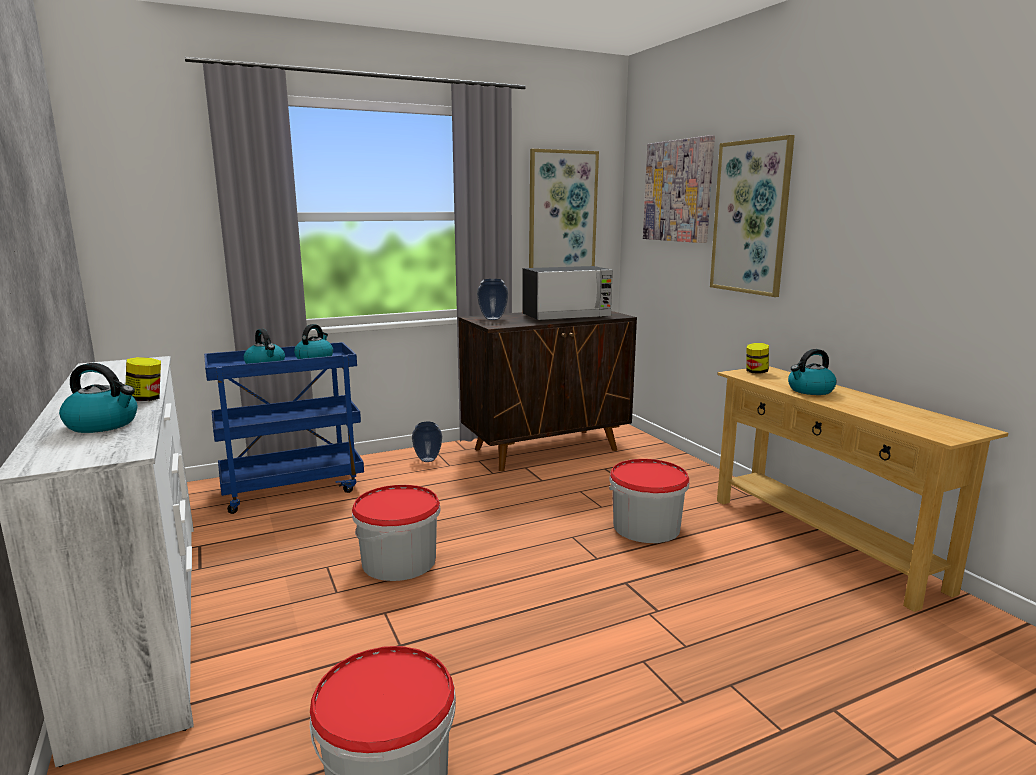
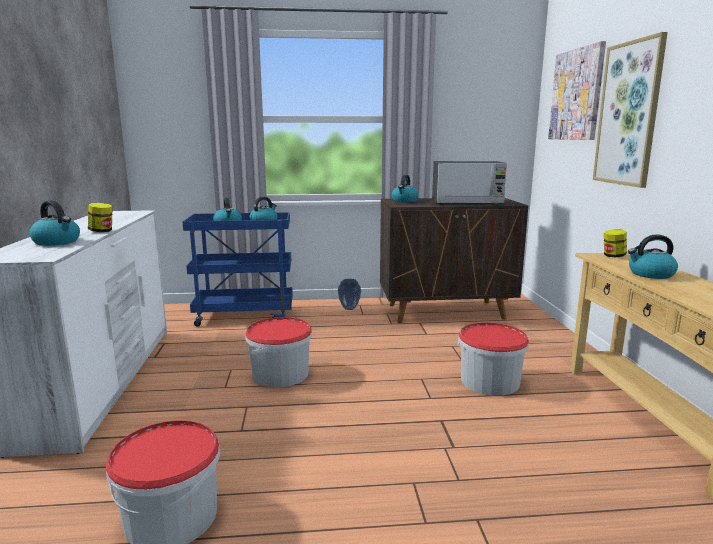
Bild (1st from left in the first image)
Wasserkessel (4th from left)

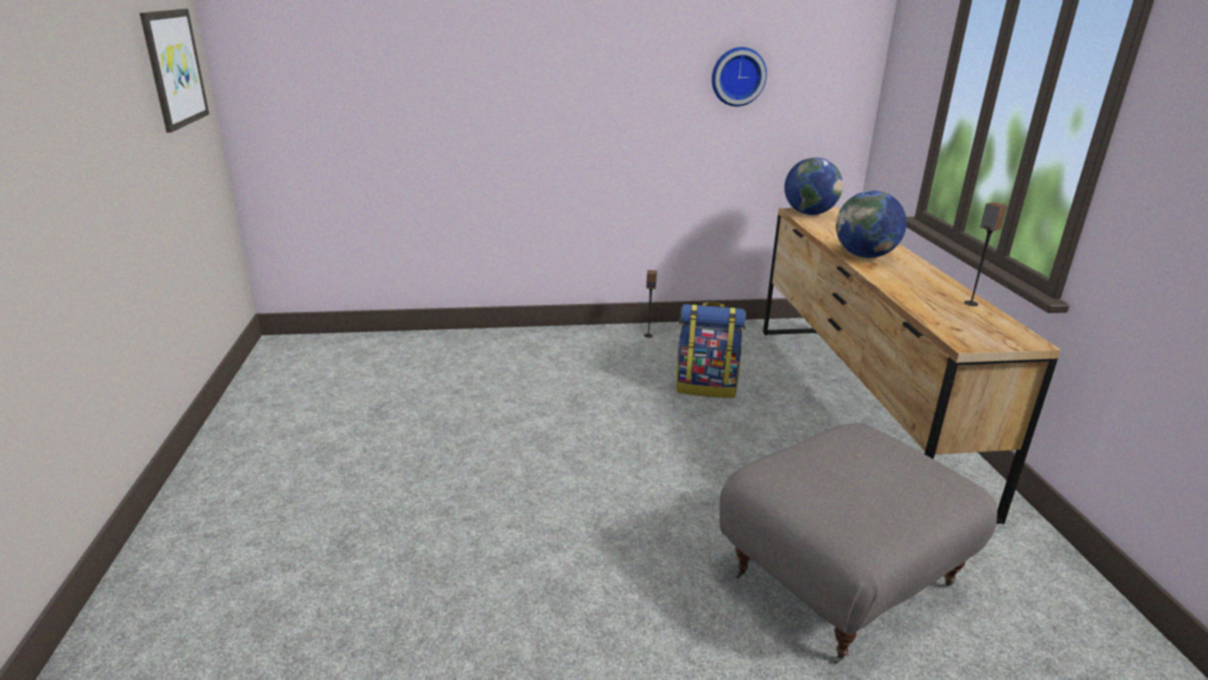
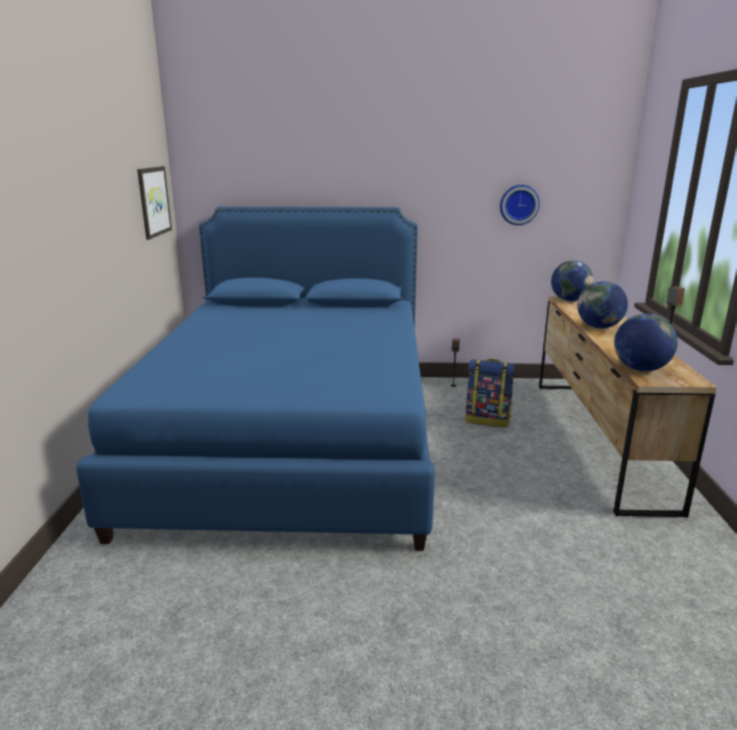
Polsterhocker/grau
Bett/blau
Globus (3rd from left)

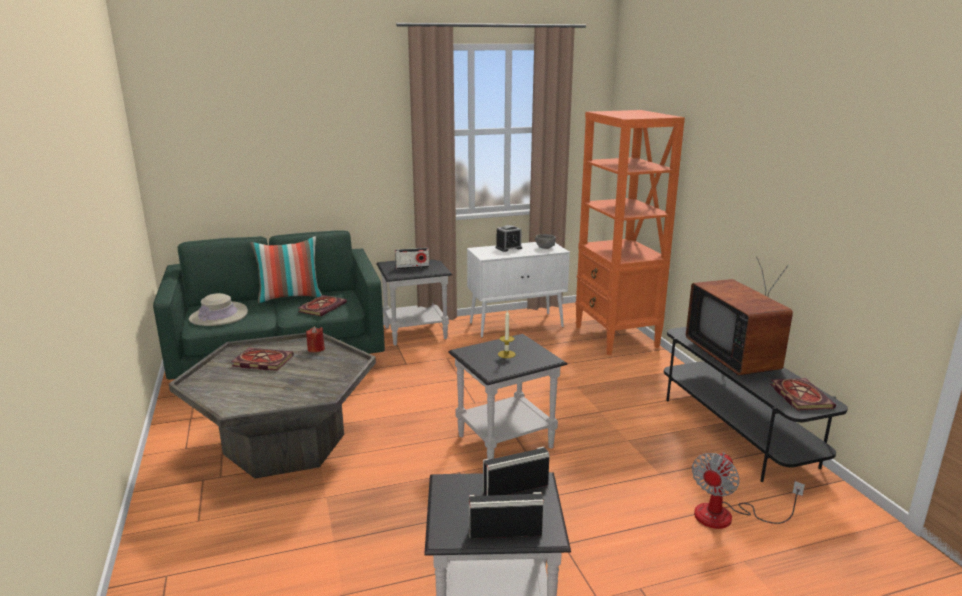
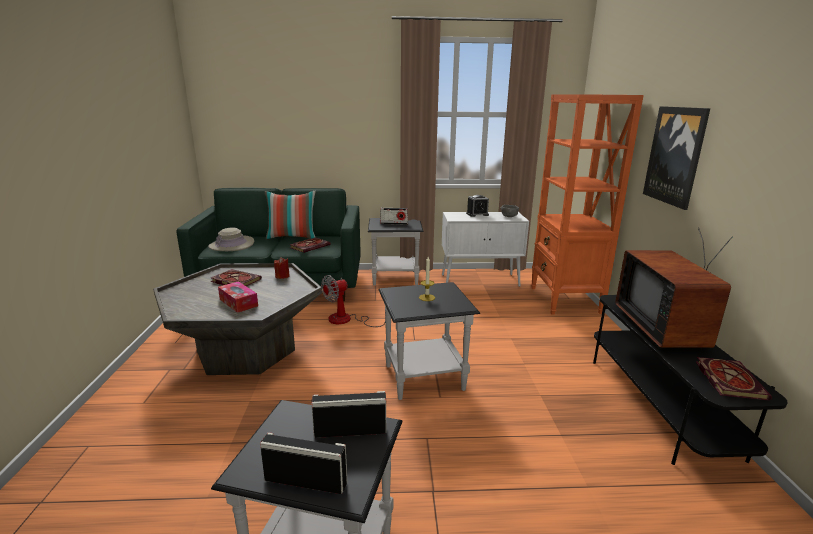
Taschentuchbox
Bild
Ventilator

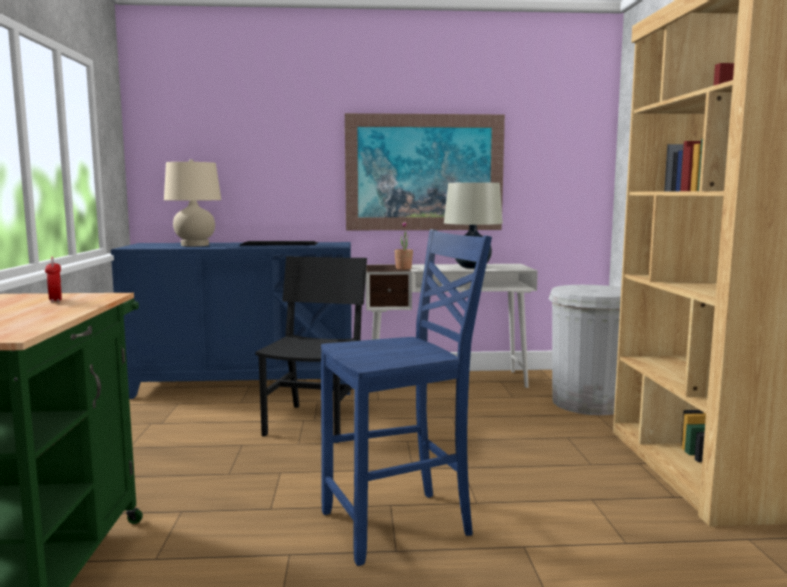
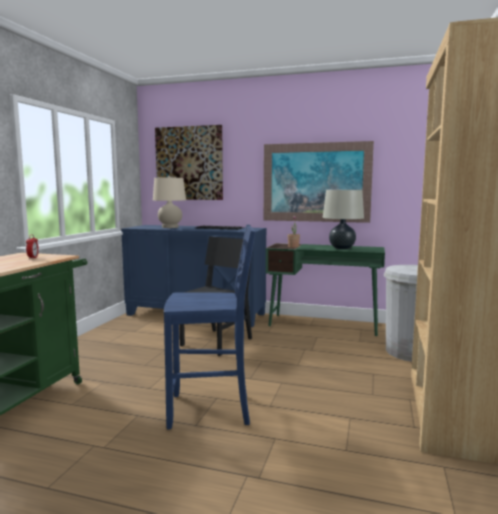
Bild (1st from left)
Schreibtisch/grün

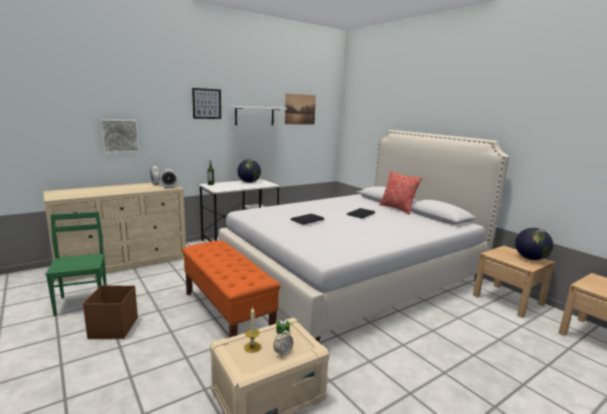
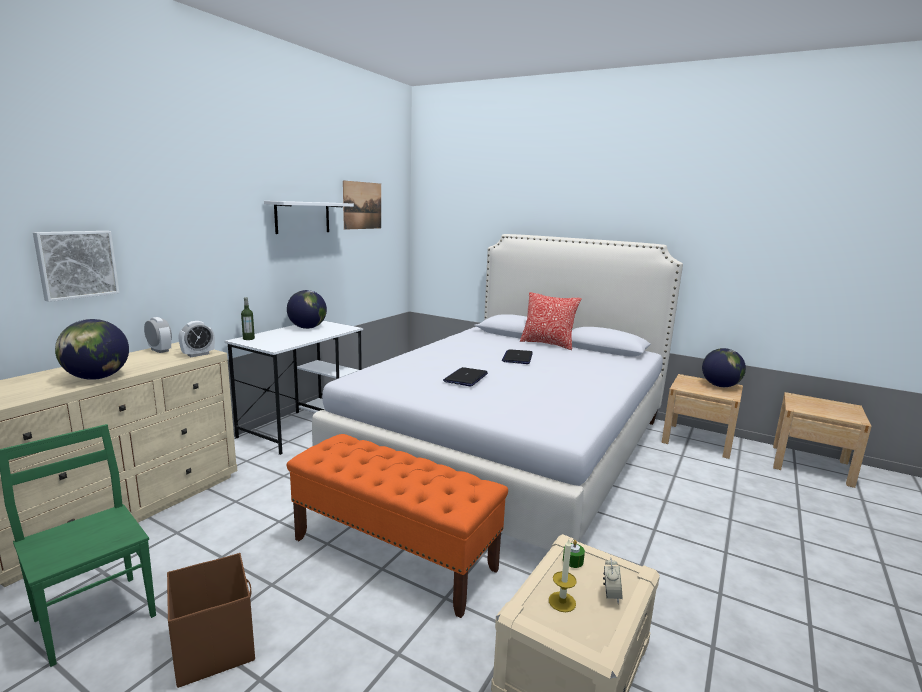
Bild (2nd from left in the first image)
Globus (1st from left)

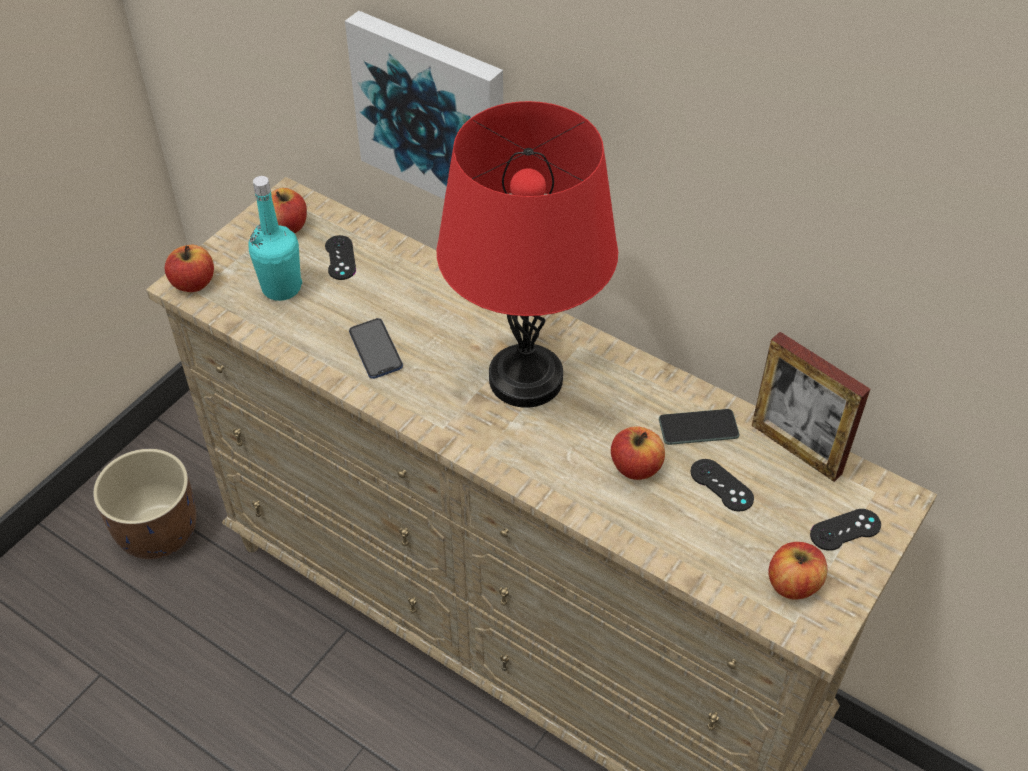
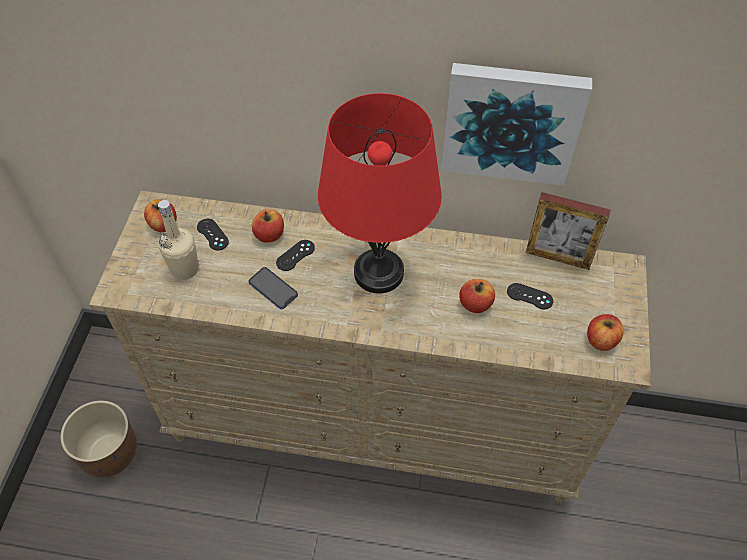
Handy (2nd from left in the first image)
Apfel (2nd from left)
Bild
Gamepad/schwarz (2nd from left)
Flasche/beige

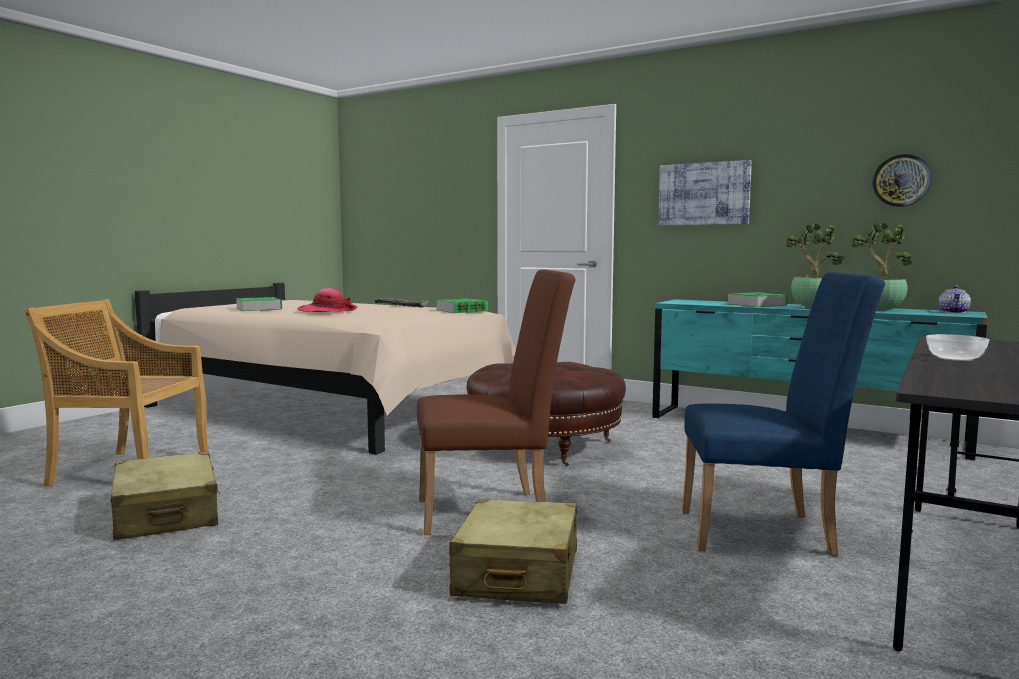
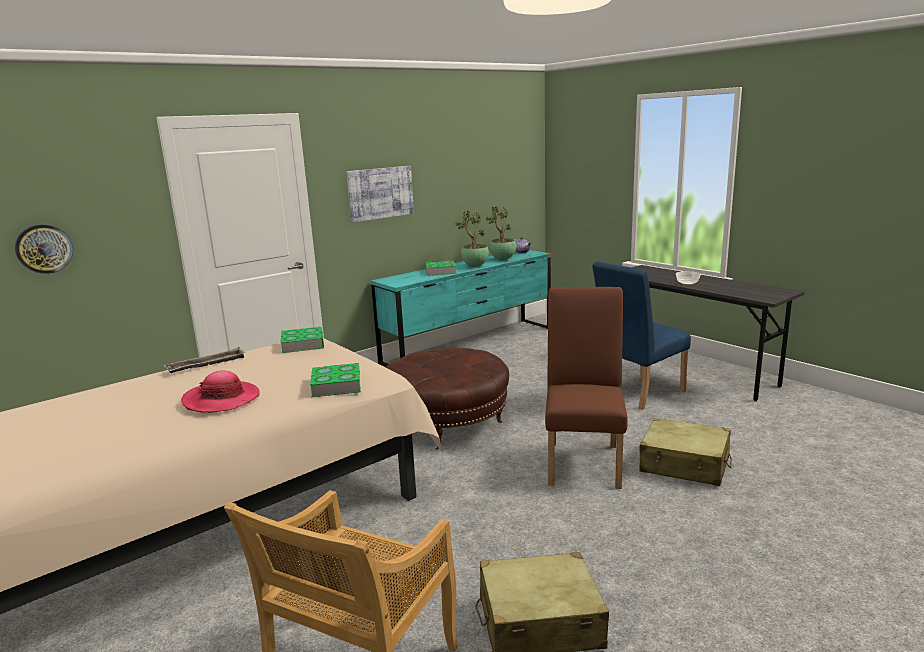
Buch (2nd from left)
Wanduhr
Stuhl/blau

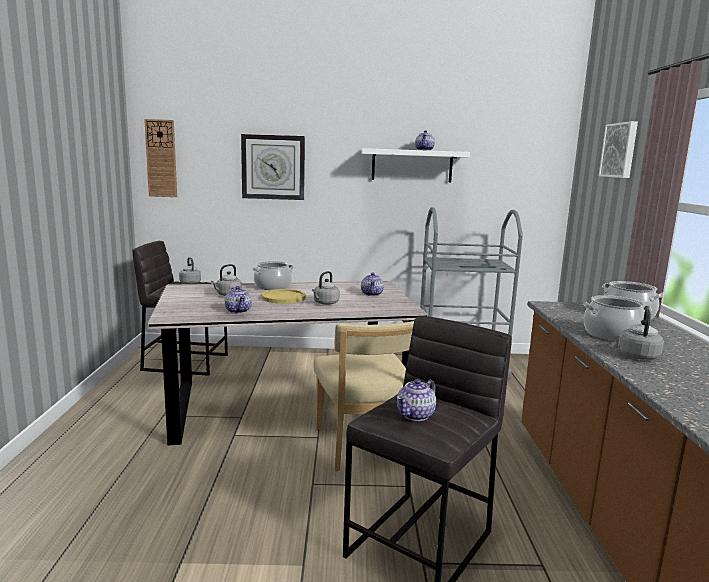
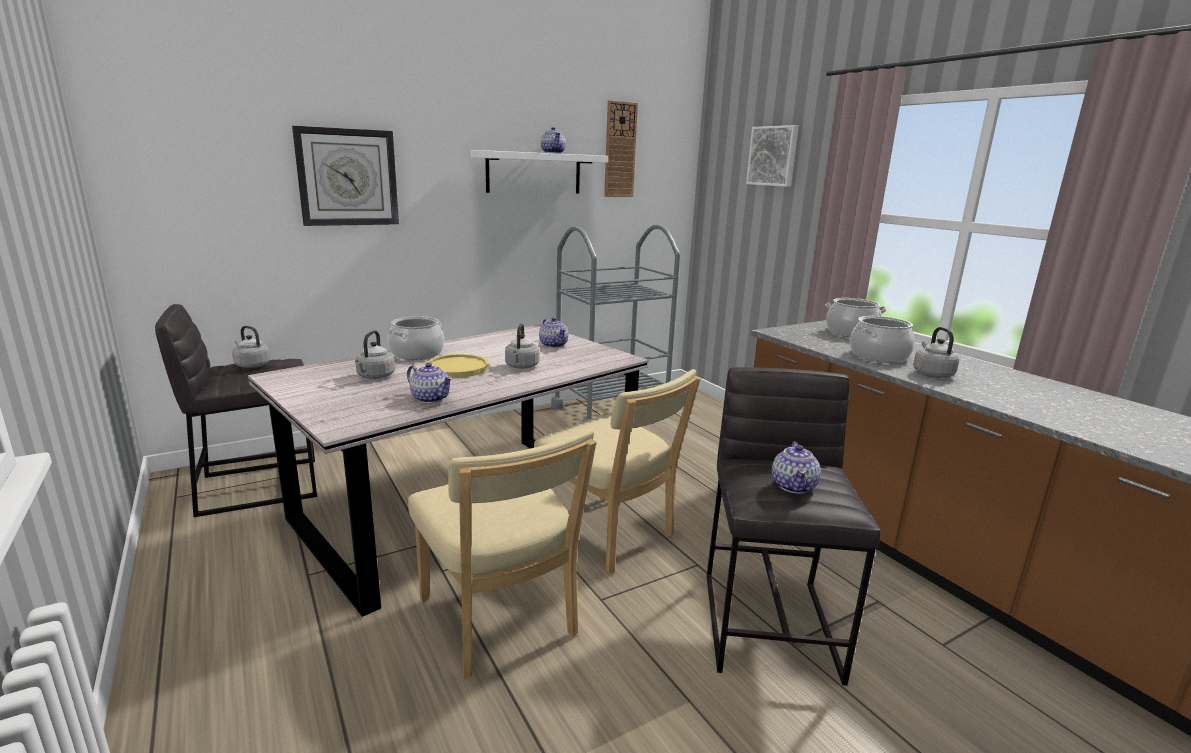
Stuhl/beige (1st from left)
Wanduhr (2nd from left)

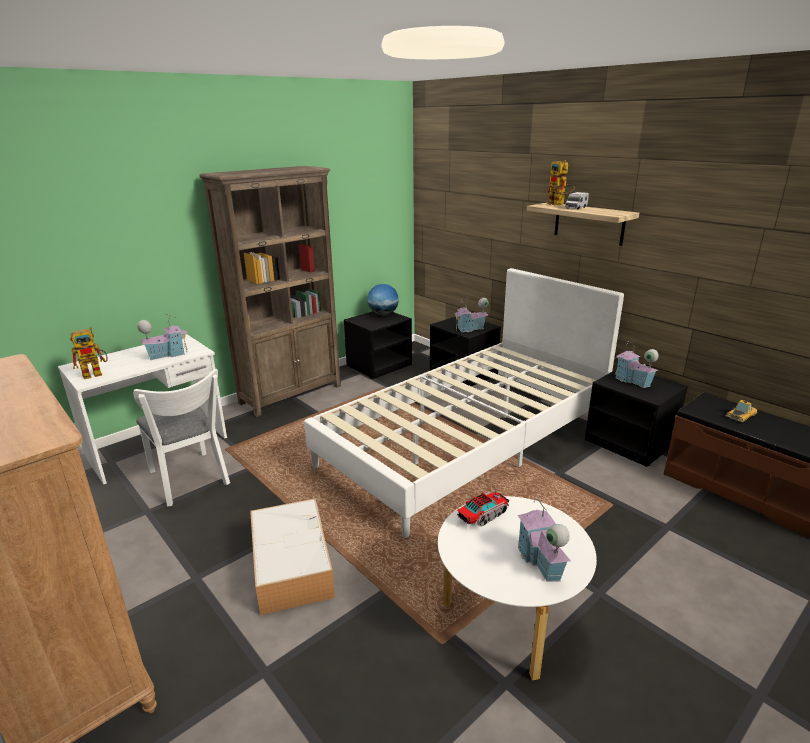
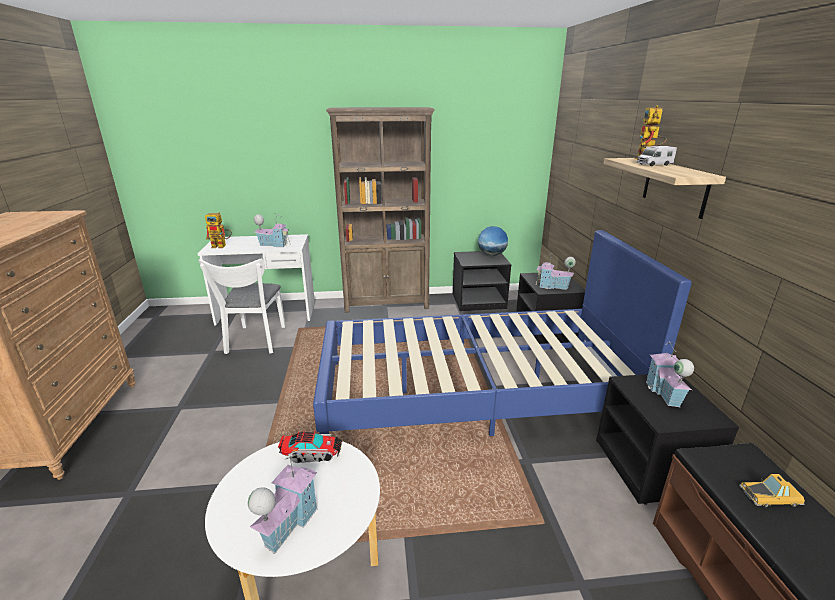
Aufbewahrungsbox
Bett/blau

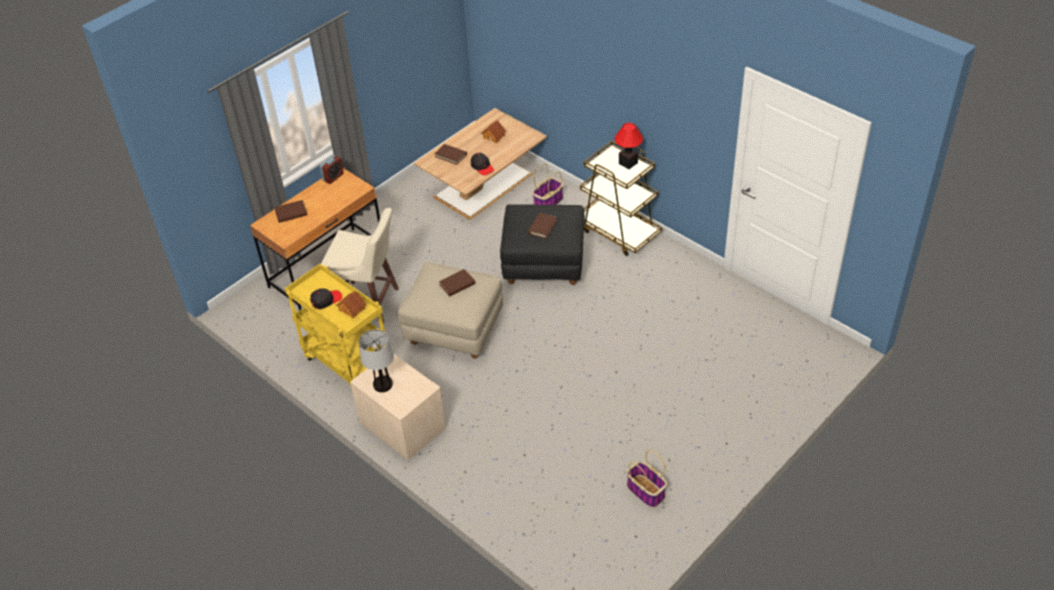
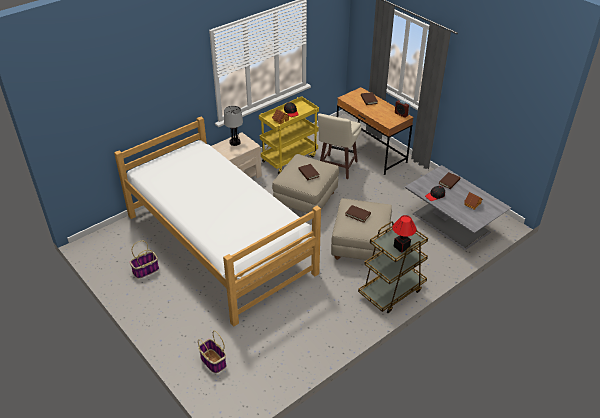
Bett
Korb (2nd from left)
Couchtisch/grau
Polsterhocker/beige (2nd from left)

